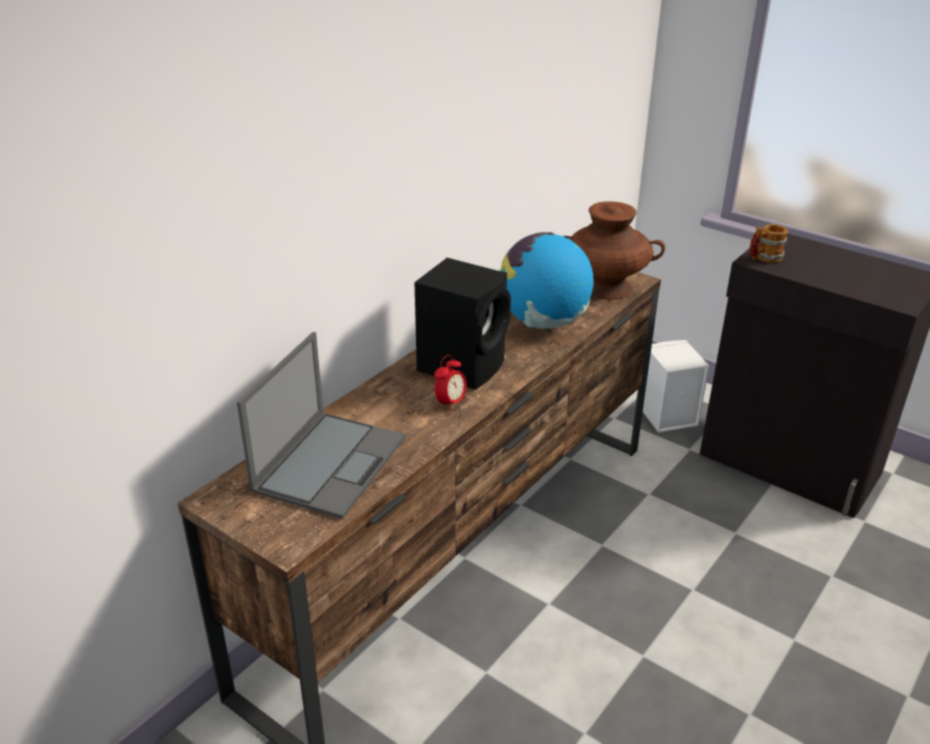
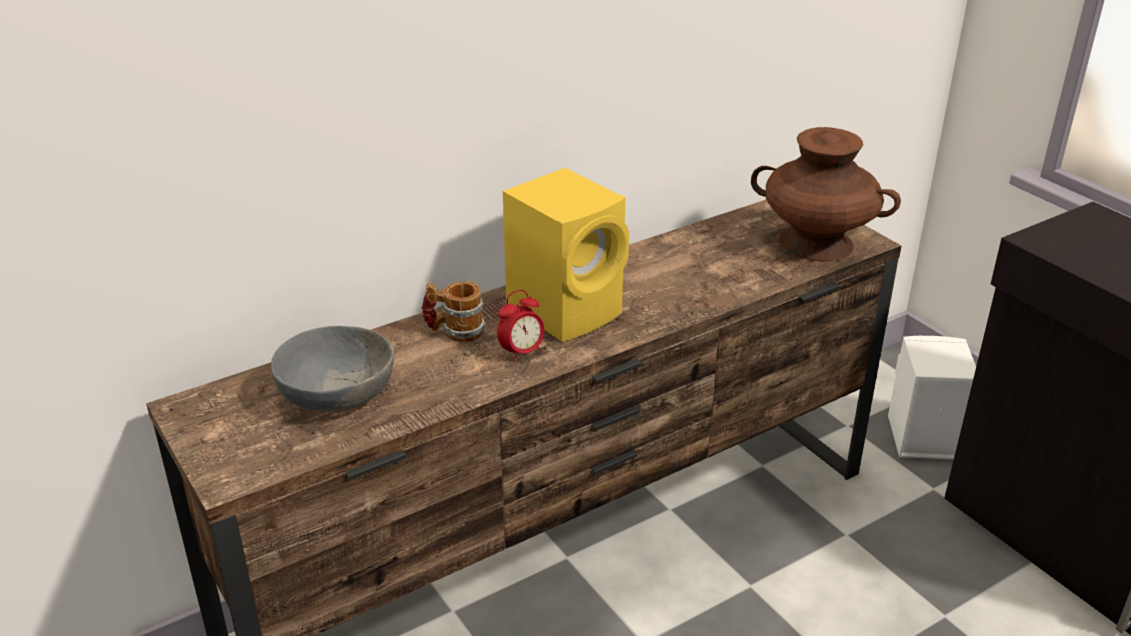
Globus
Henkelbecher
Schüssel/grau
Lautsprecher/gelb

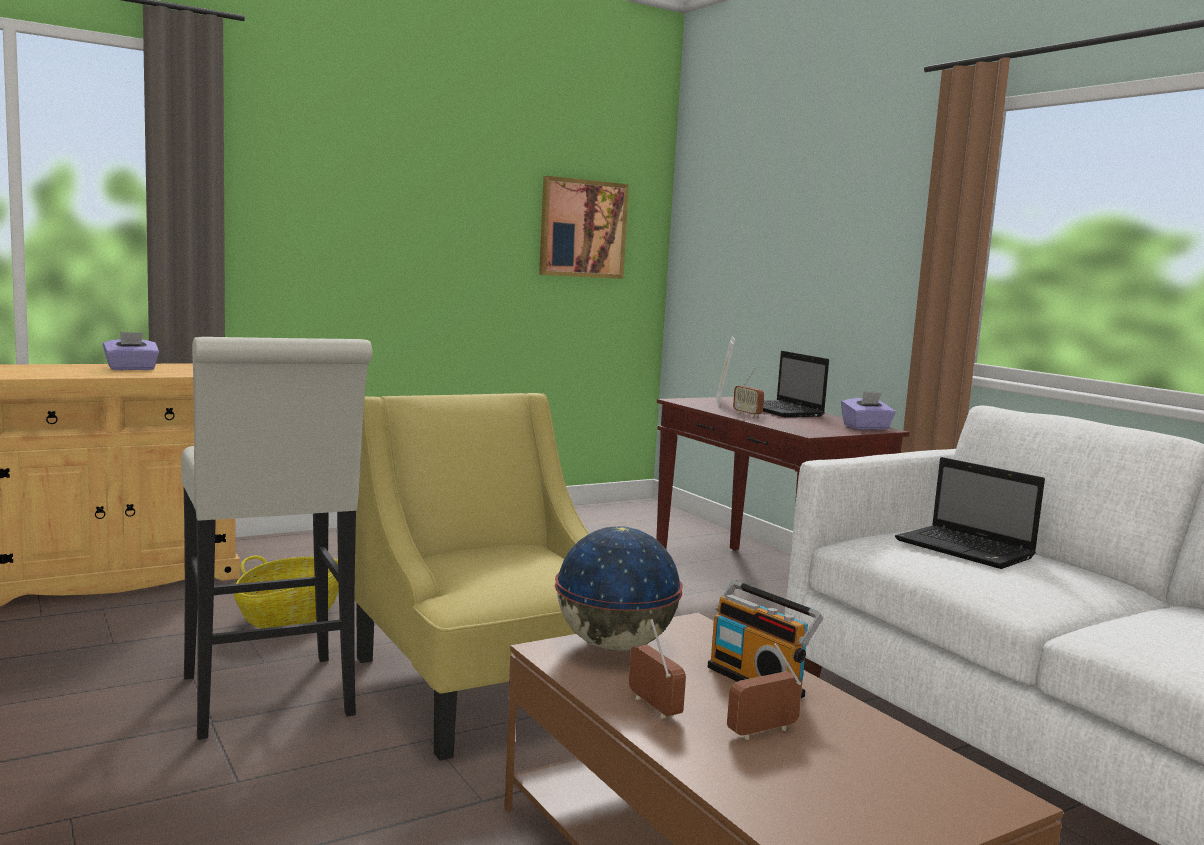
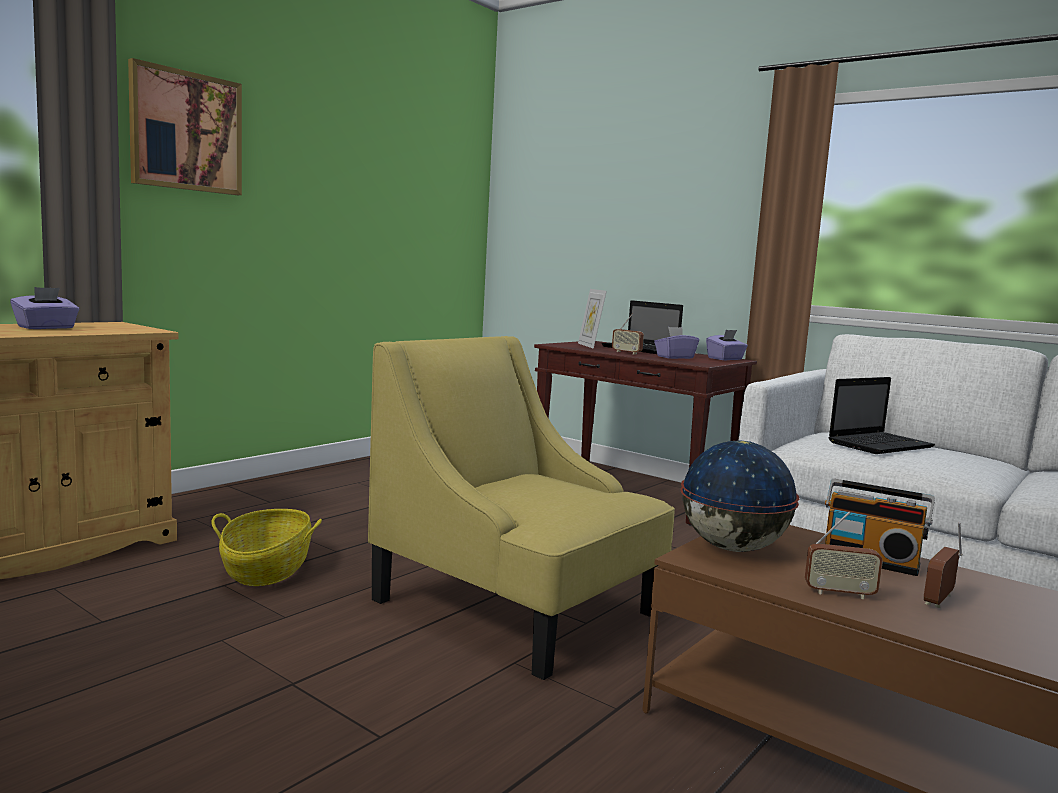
Hocker/weiß
Taschentuchbox/lila (2nd from left)
Bild
Radio (2nd from left)
Laptop (2nd from left)

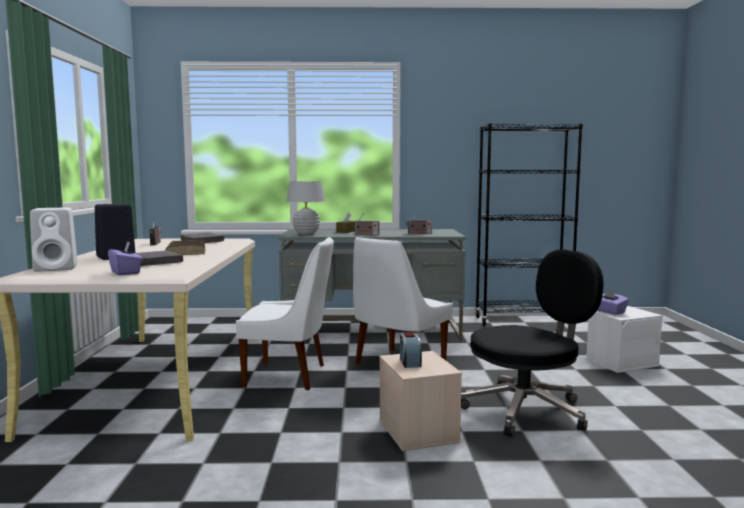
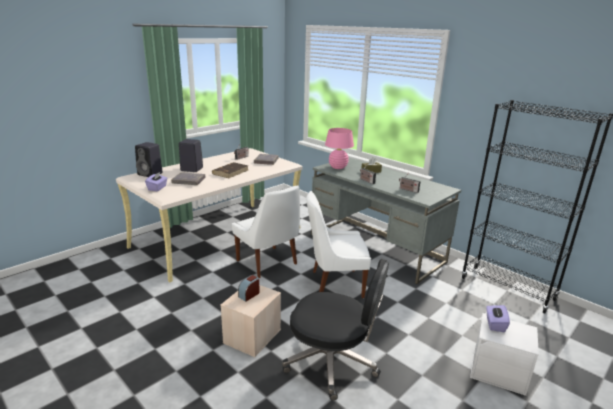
Lautsprecher/schwarz (1st from left)
Tischlampe/rosa

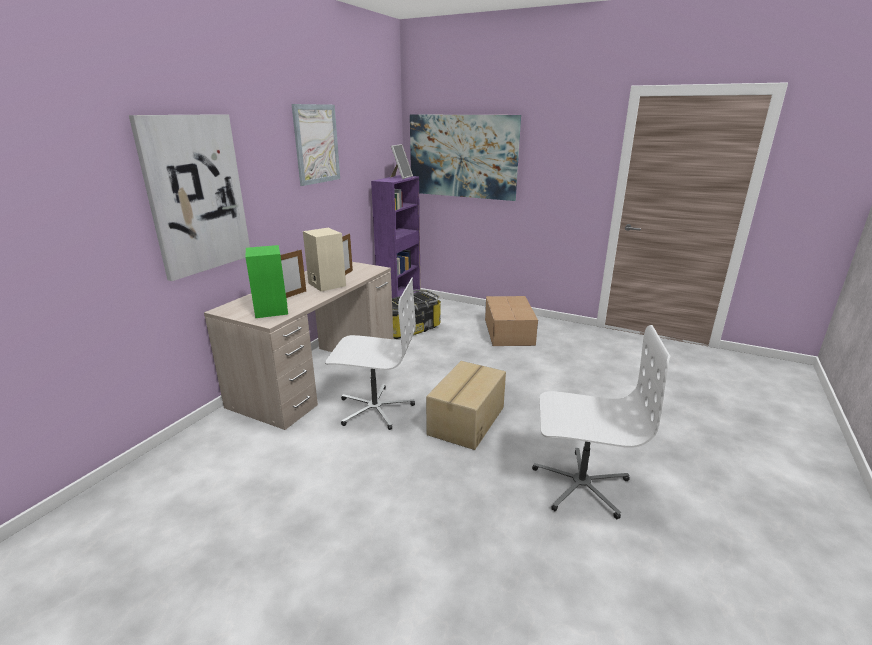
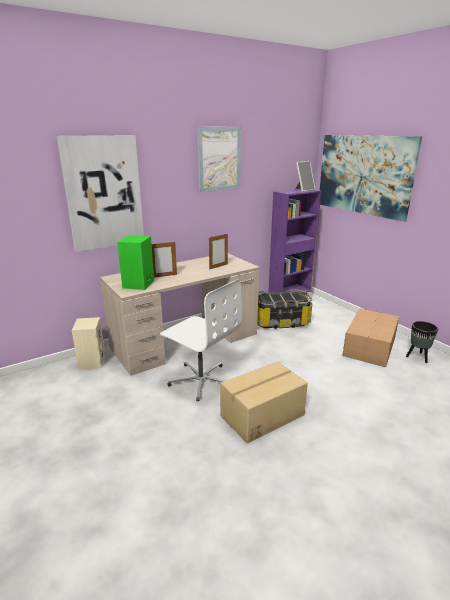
Bürostuhl/weiß (2nd from left in the first image)
Pflanzkübel/schwarz
Lautsprecher/beige

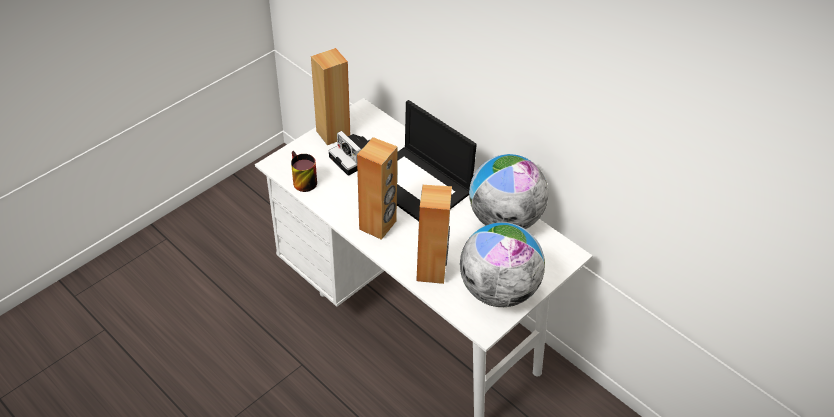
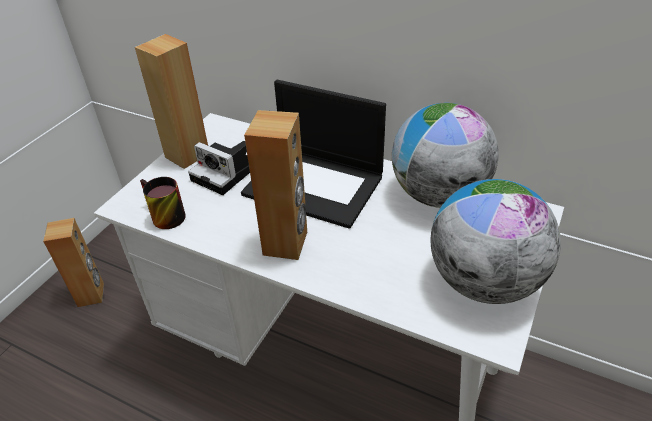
Lautsprecher/braun (1st from left)

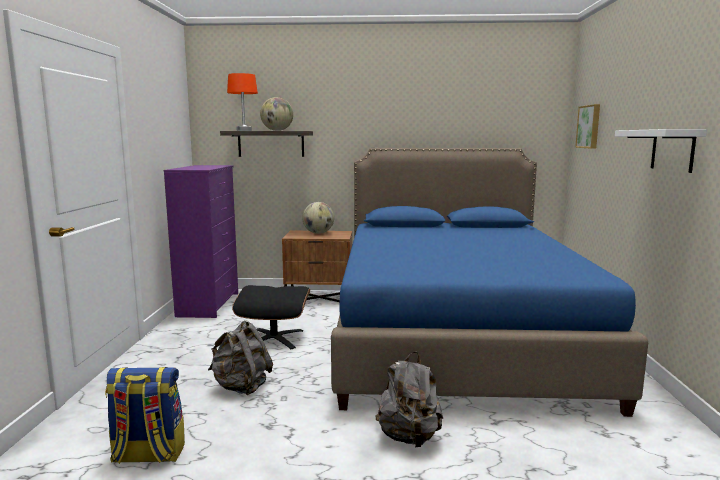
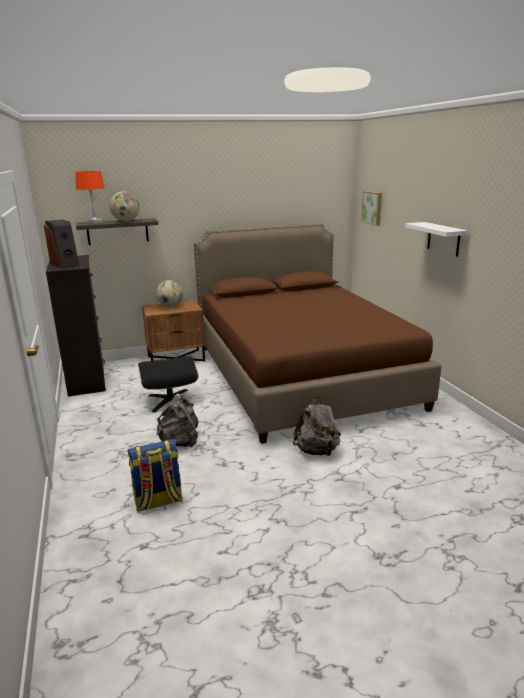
Lautsprecher
Kommode/schwarz
Bett/braun

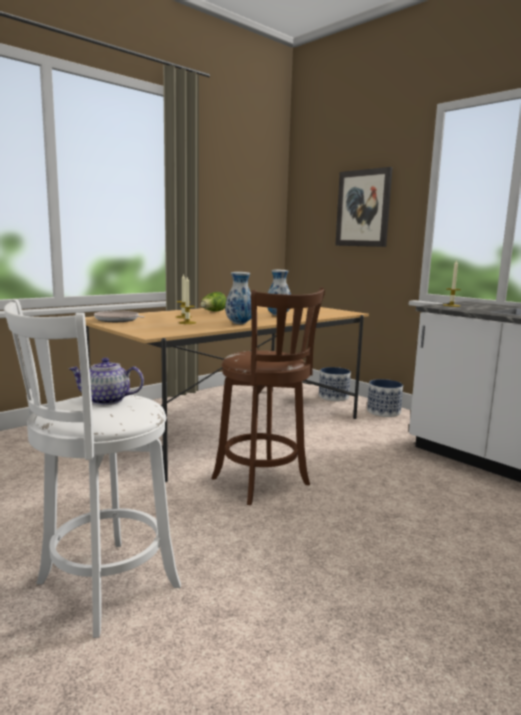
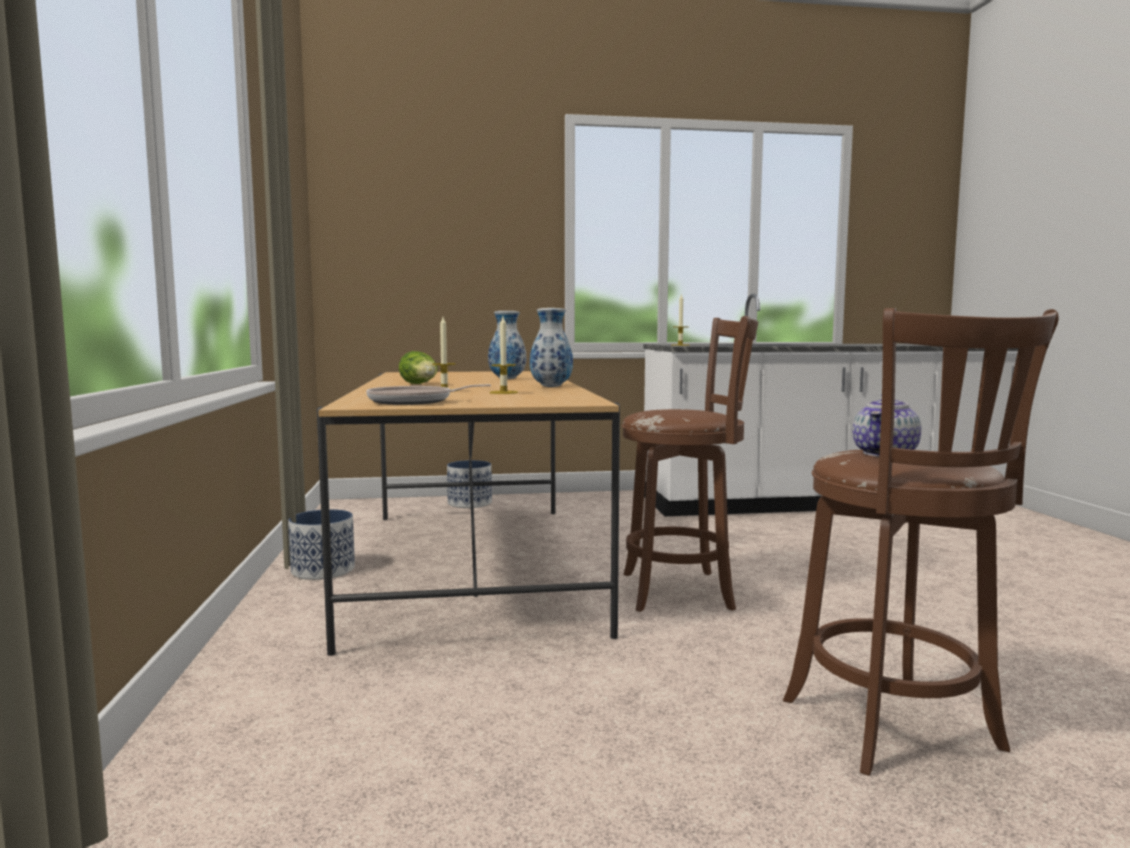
Bild
Pflanzkübel (1st from left)
Hocker/braun (2nd from left)

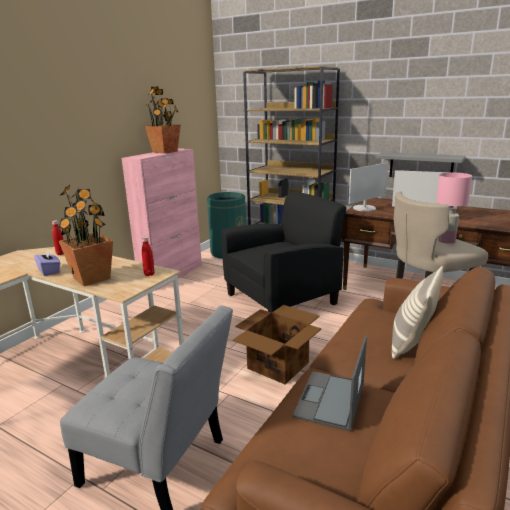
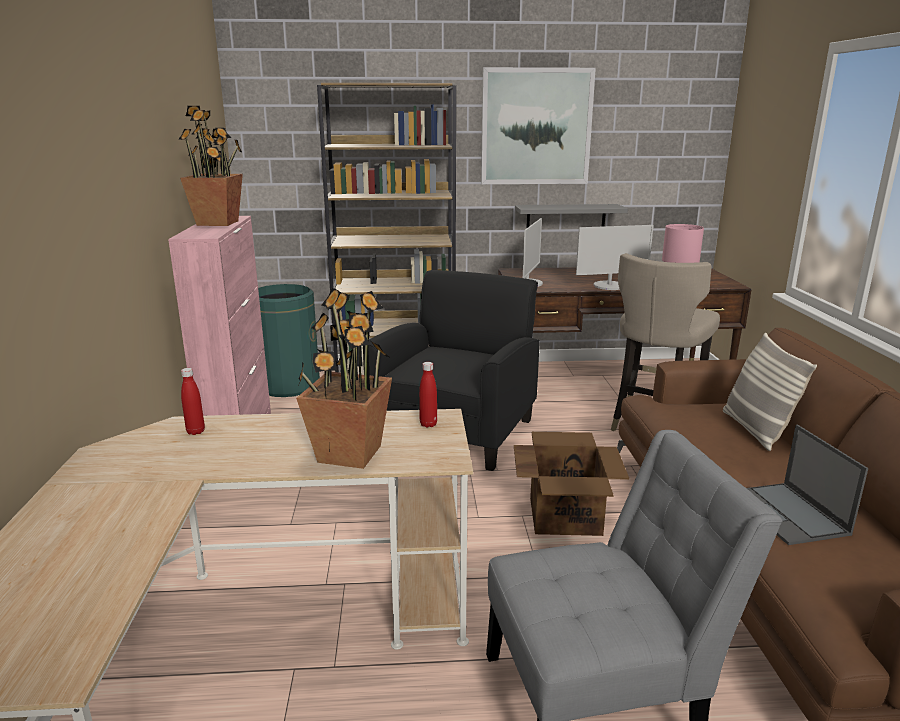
Taschentuchbox/lila
Bild

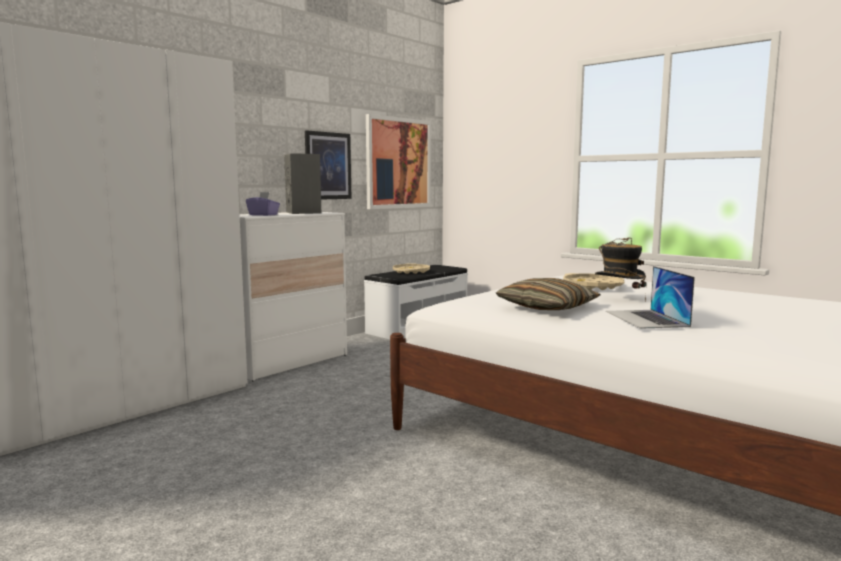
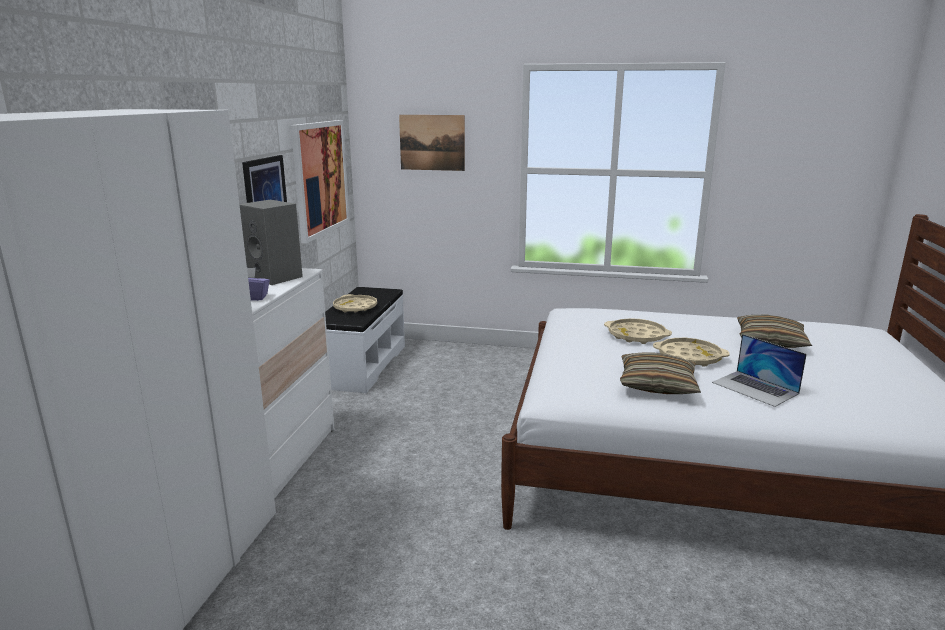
Bild (3rd from left)
Kissen (2nd from left)
Tablett/beige (3rd from left)

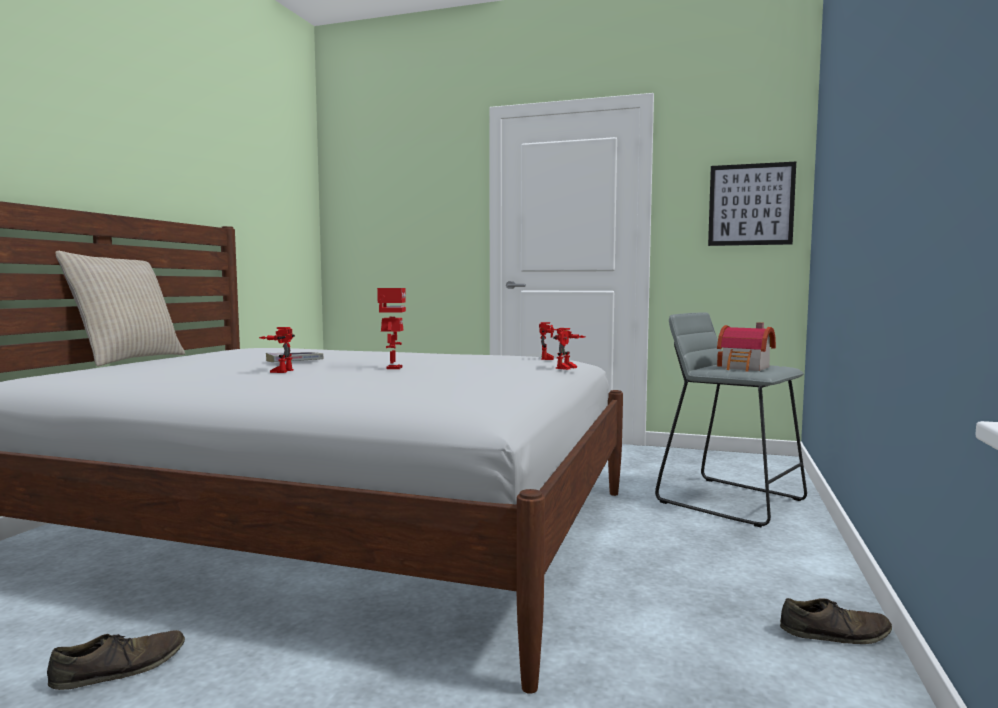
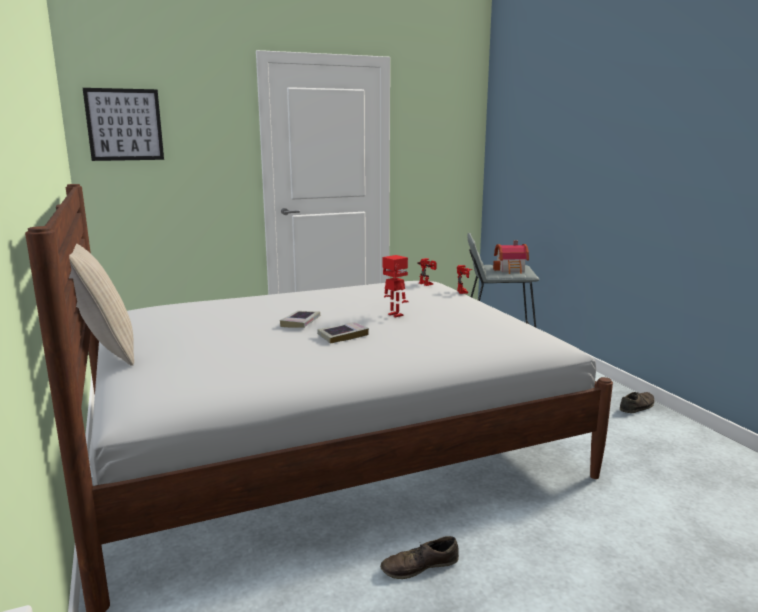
Bild
Buch (2nd from left)
Schuh/braun (1st from left)

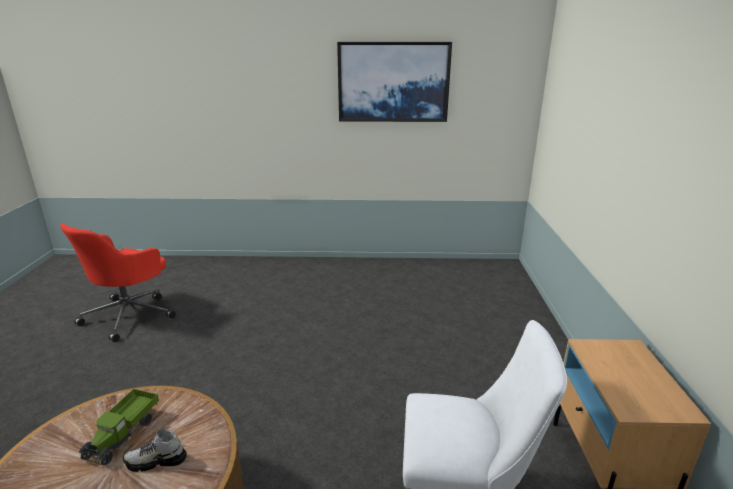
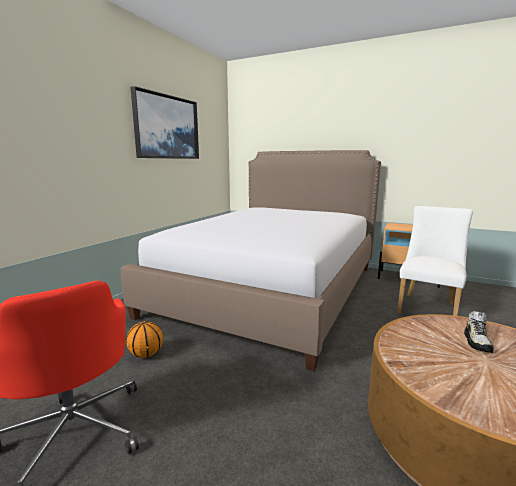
Spielzeuglaster
Bett
Basketball

